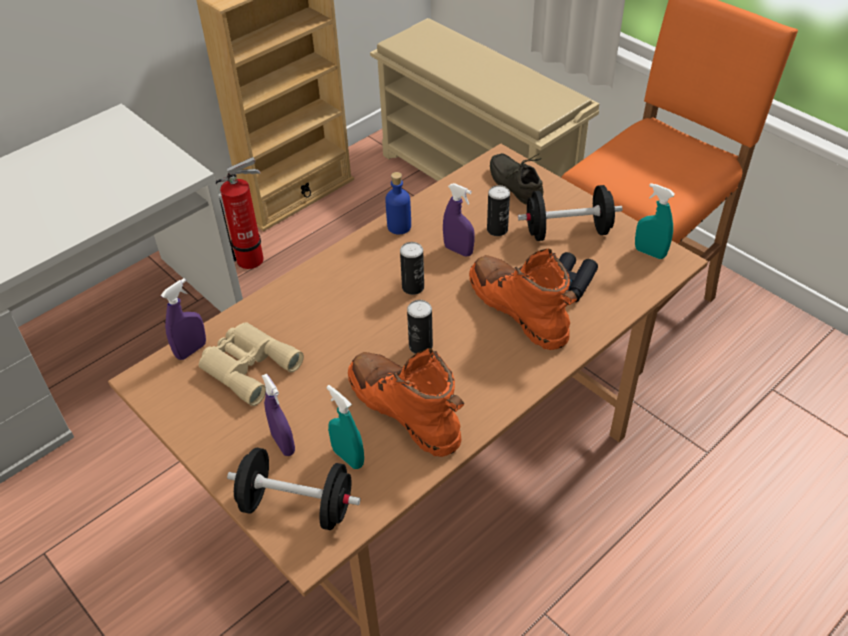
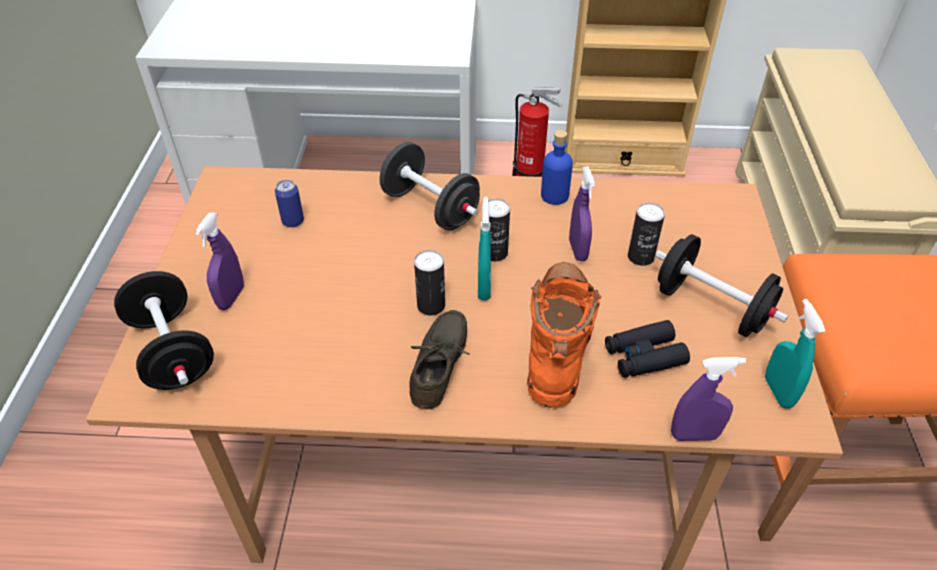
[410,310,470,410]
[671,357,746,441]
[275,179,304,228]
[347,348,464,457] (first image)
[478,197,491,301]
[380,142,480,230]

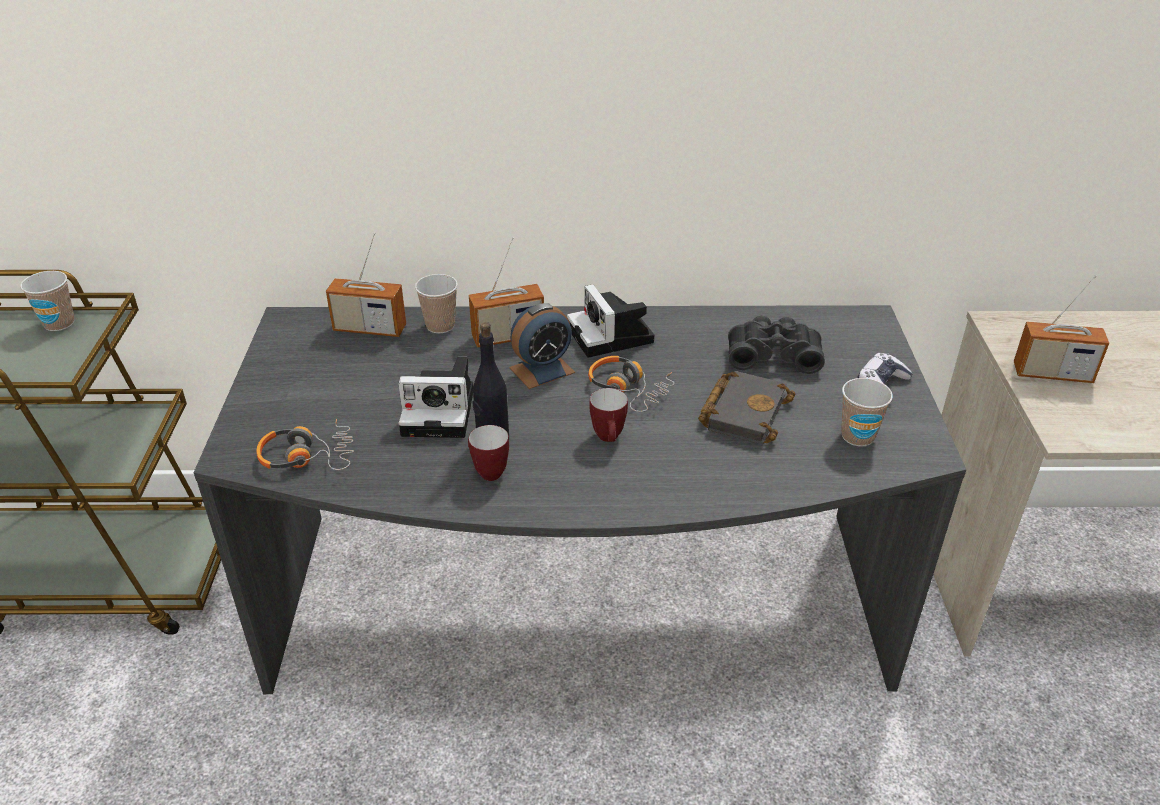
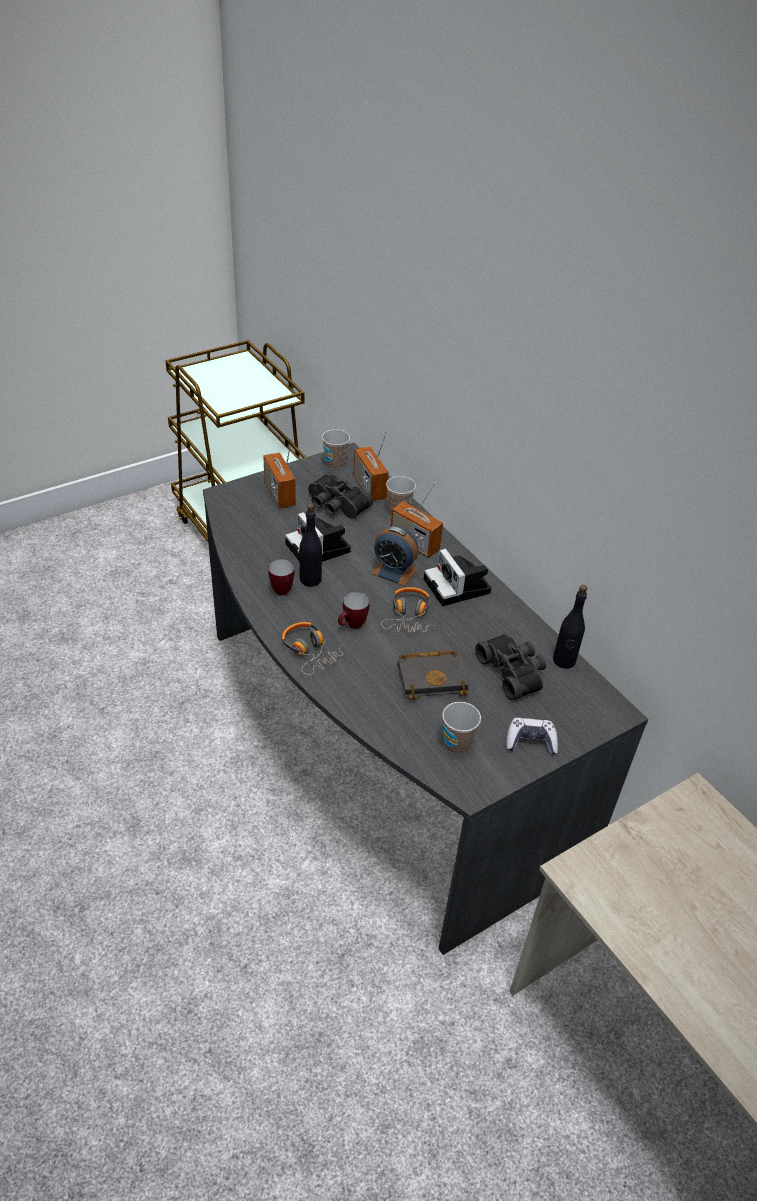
[322,429,350,469]
[263,438,296,509]
[424,549,491,606]
[282,622,346,675]
[308,472,373,519]
[553,585,587,669]

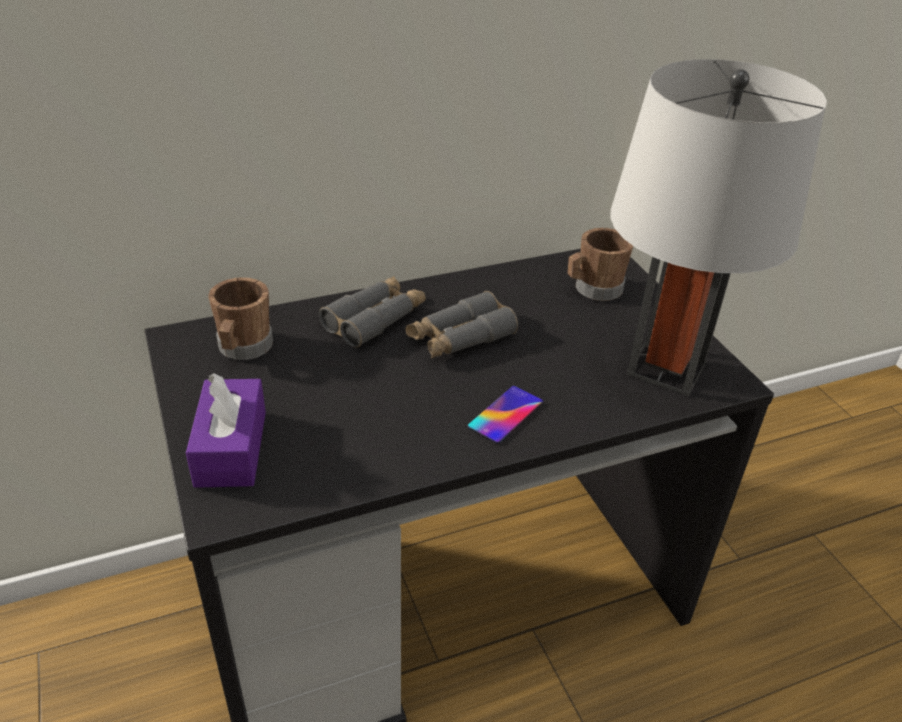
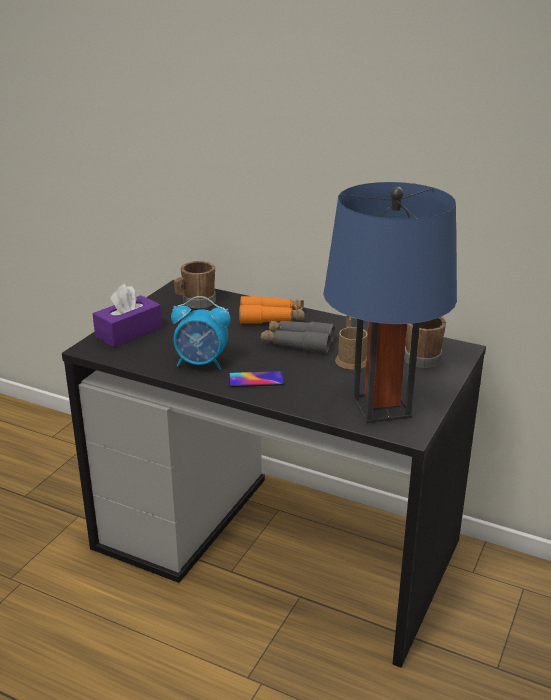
[323,182,457,423]
[239,296,304,323]
[171,296,231,369]
[335,315,368,370]

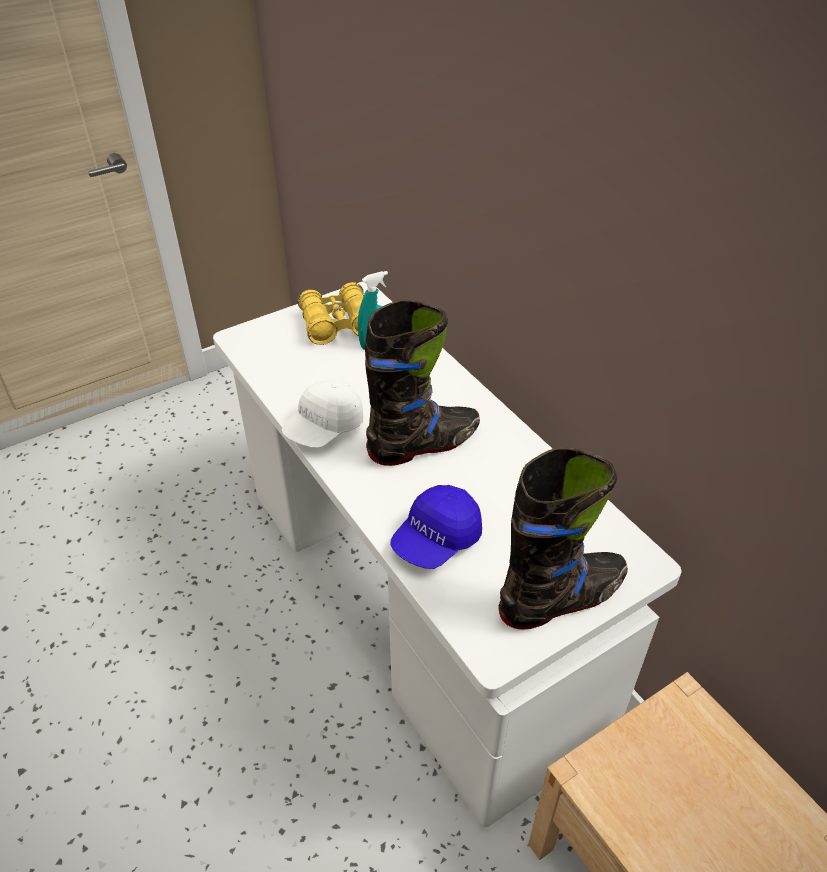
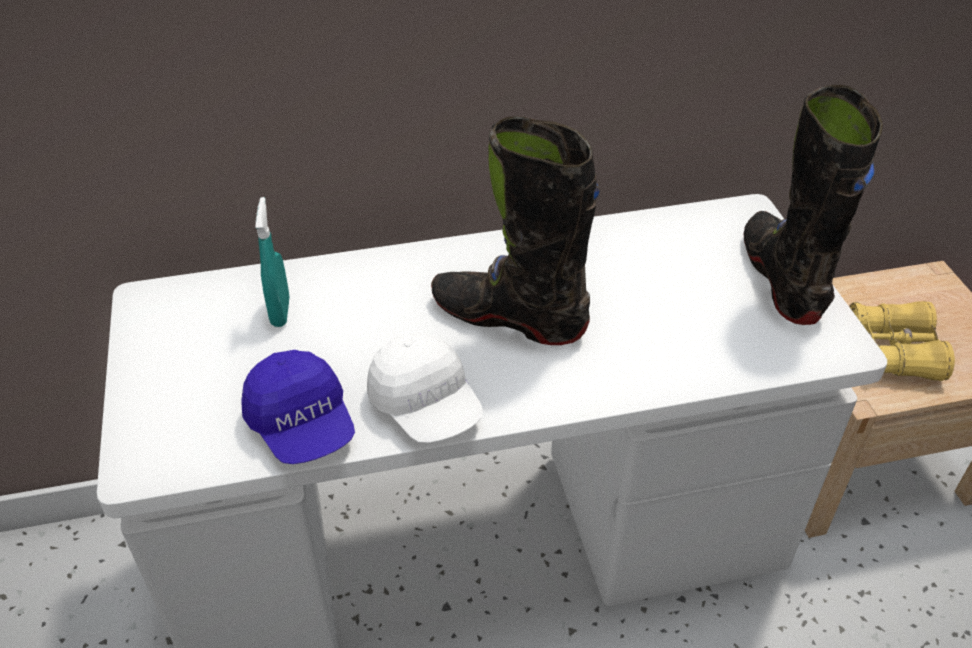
[849,301,955,381]
[431,116,600,345]
[242,350,355,464]

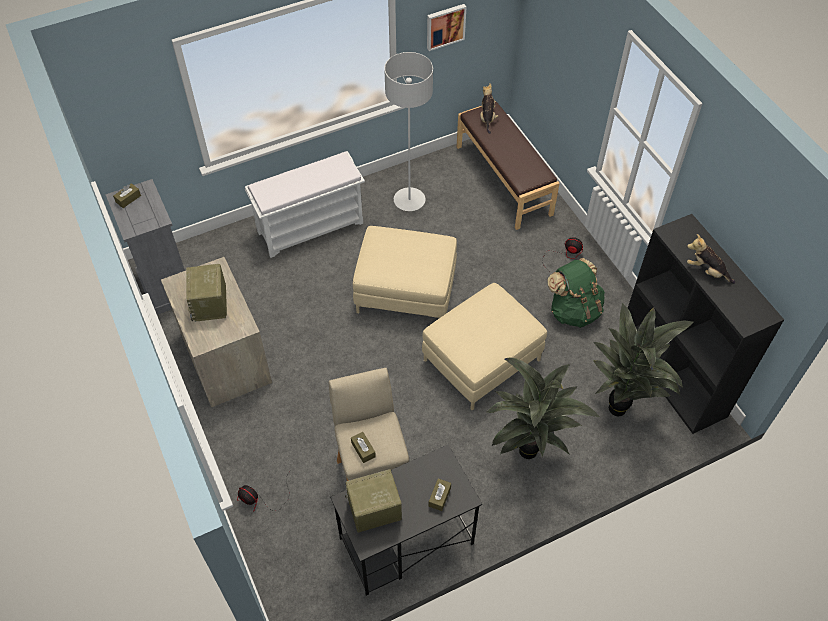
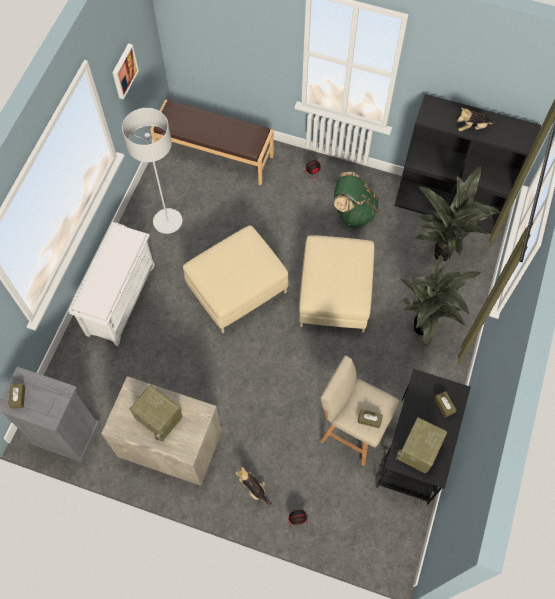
[235,467,272,505]

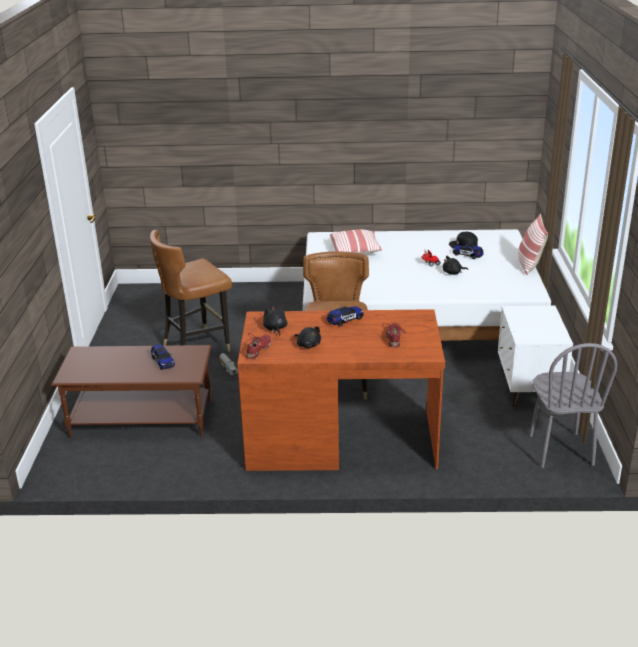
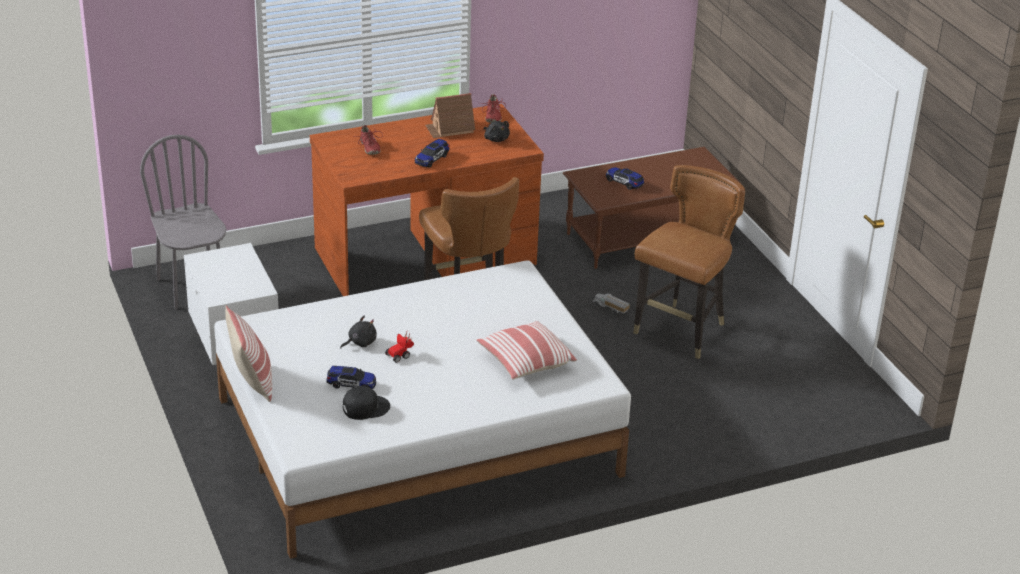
[425,93,475,138]

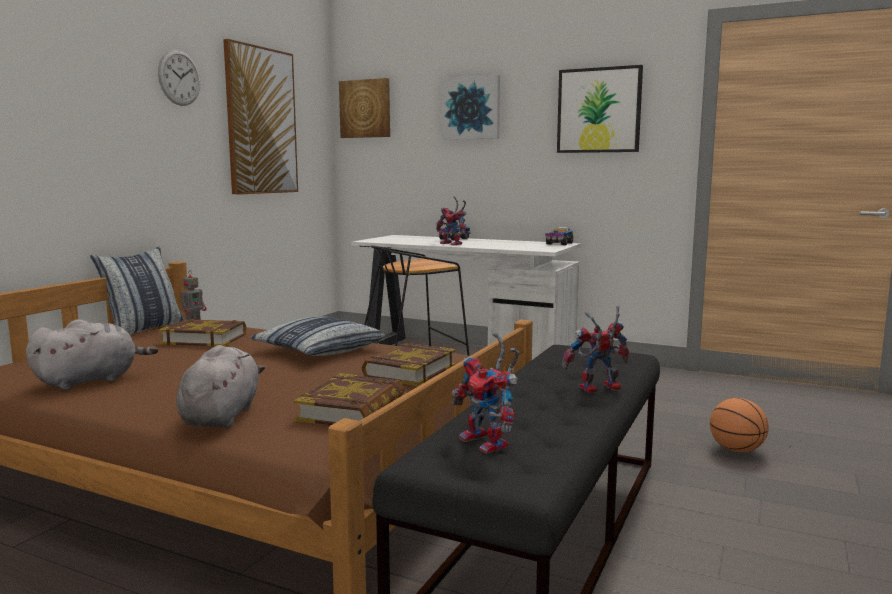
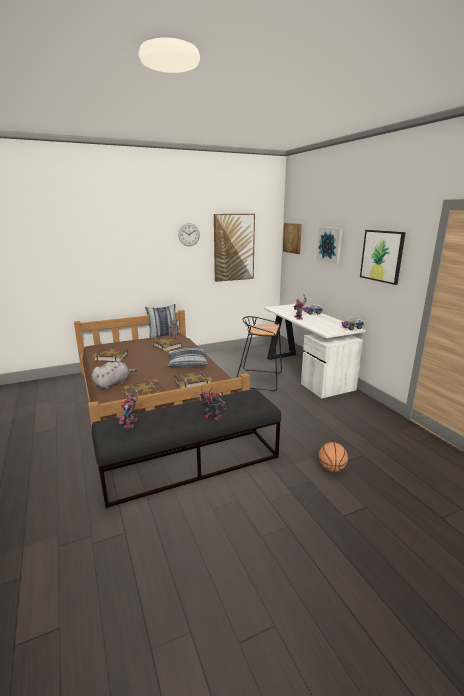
[93,348,128,362]

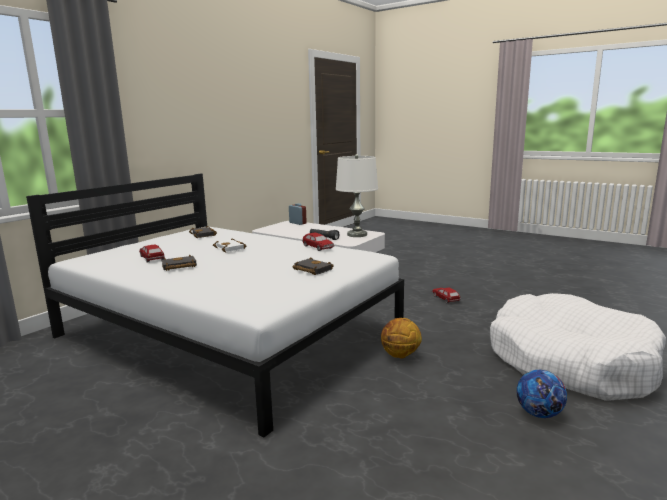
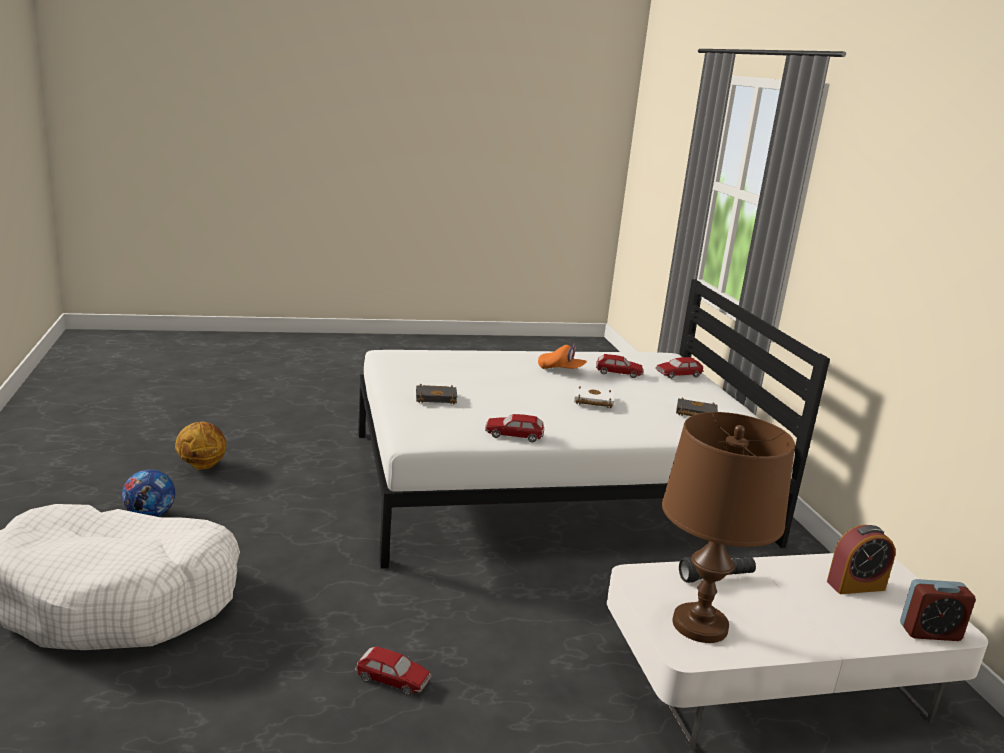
[662,412,795,643]
[538,343,587,369]
[175,422,226,470]
[655,357,704,379]
[827,525,896,594]

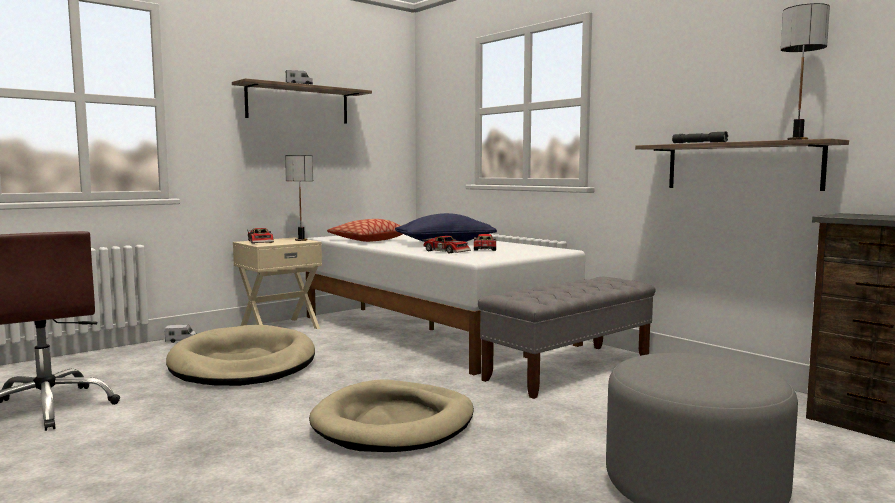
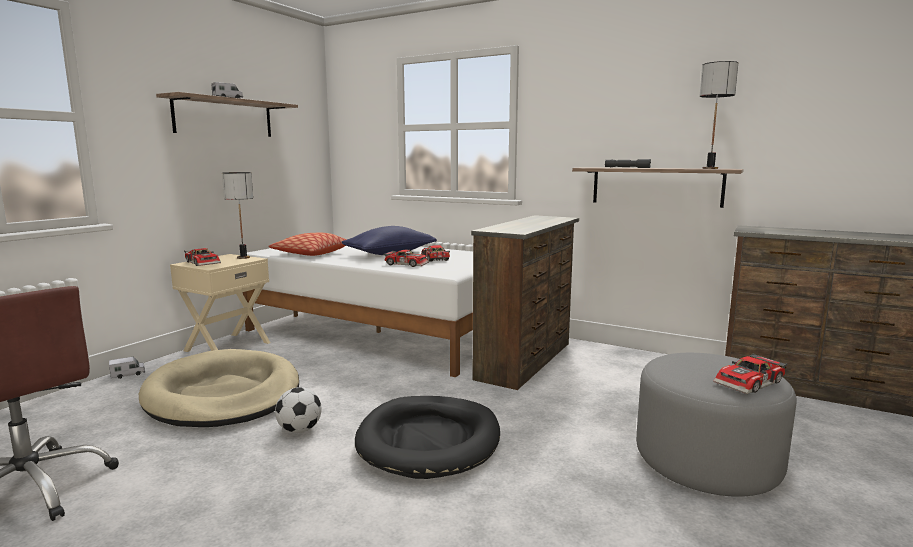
[471,215,579,390]
[355,396,500,479]
[713,353,788,394]
[275,387,322,433]

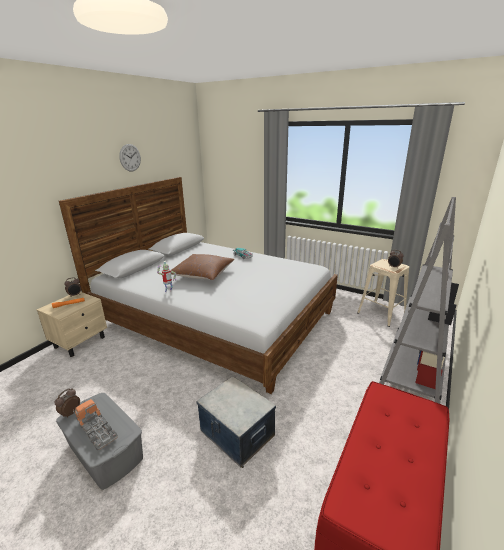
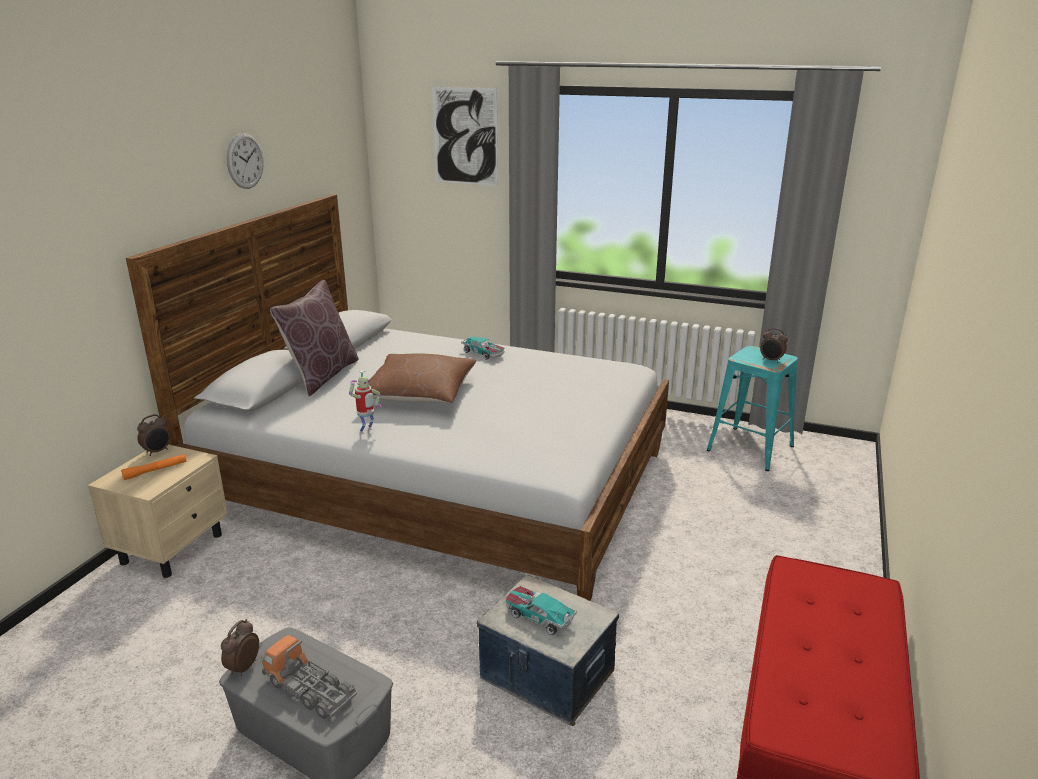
[379,197,459,404] (first image)
[707,346,798,471]
[432,87,498,186]
[270,280,359,396]
[506,586,577,635]

